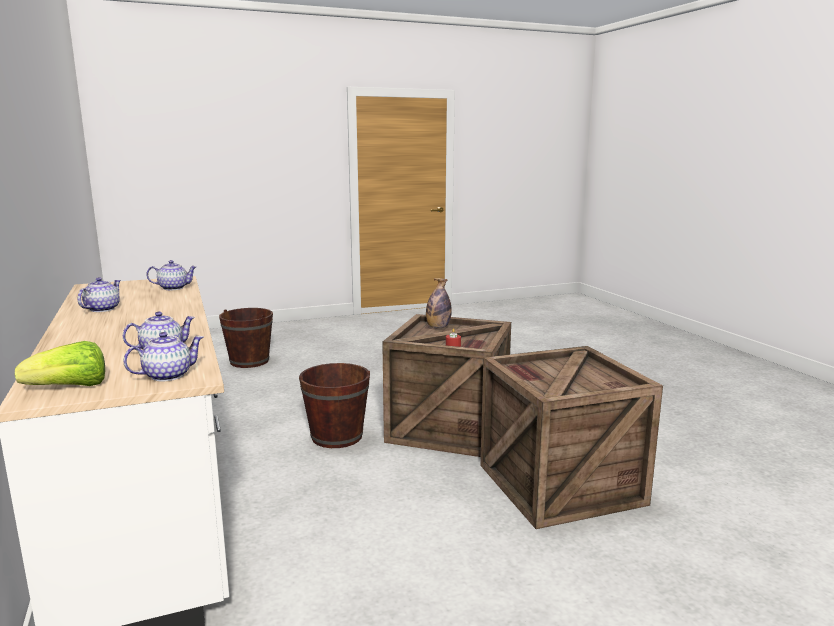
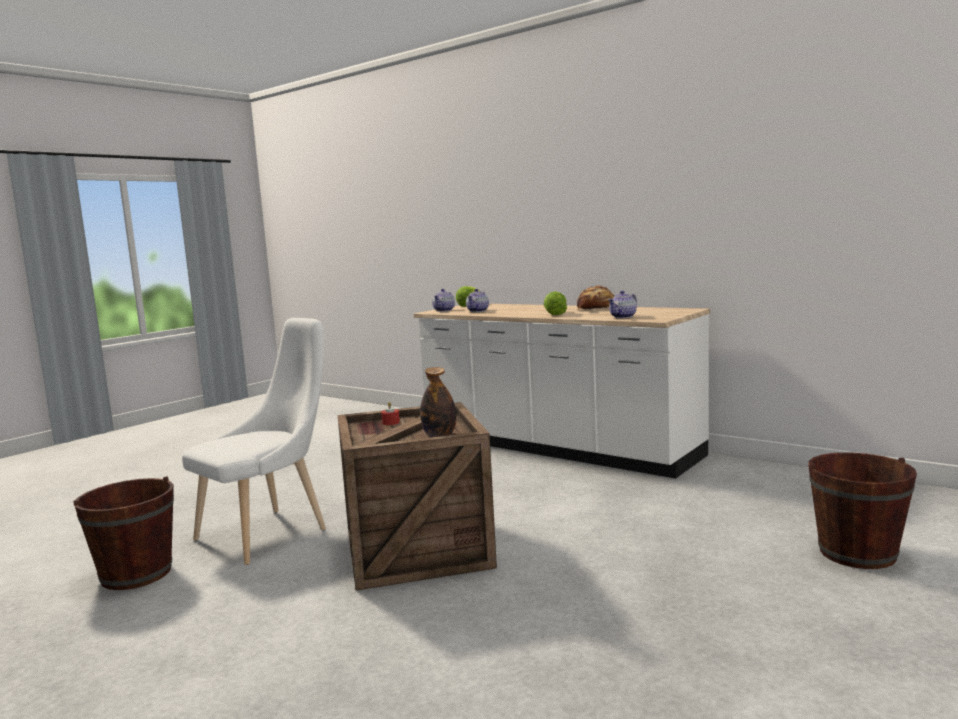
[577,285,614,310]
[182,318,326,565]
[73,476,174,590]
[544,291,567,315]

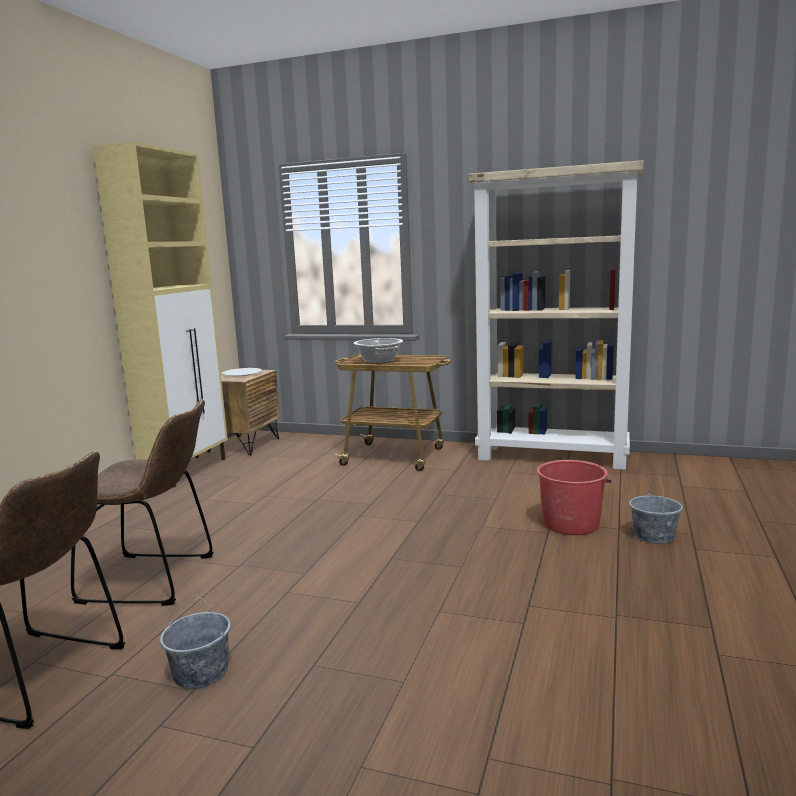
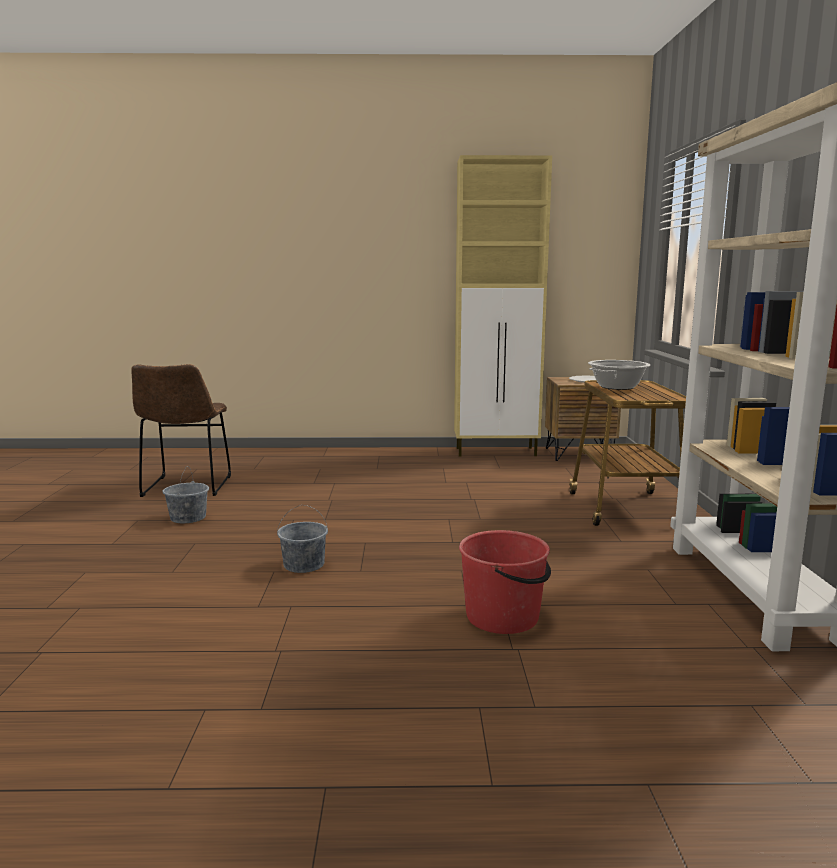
[71,399,214,606] (first image)
[277,505,328,573]

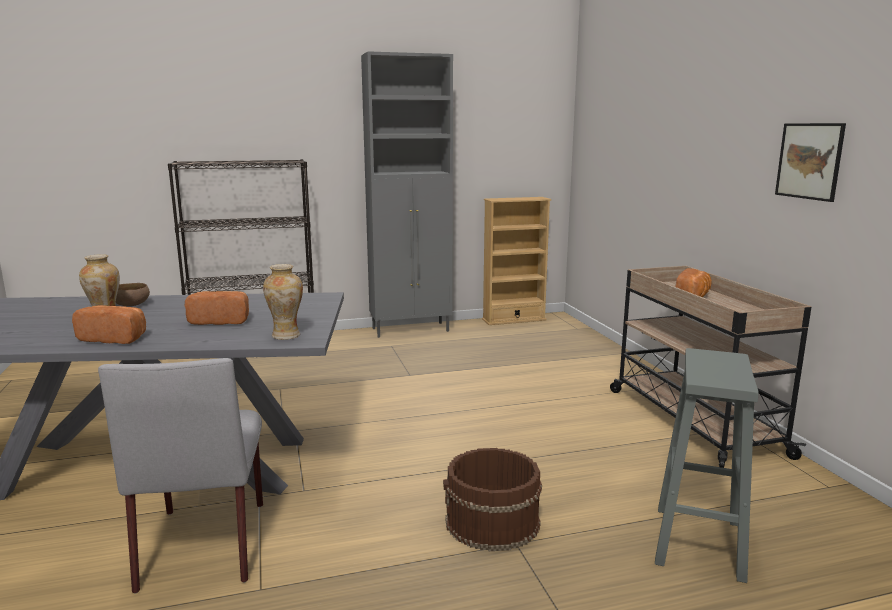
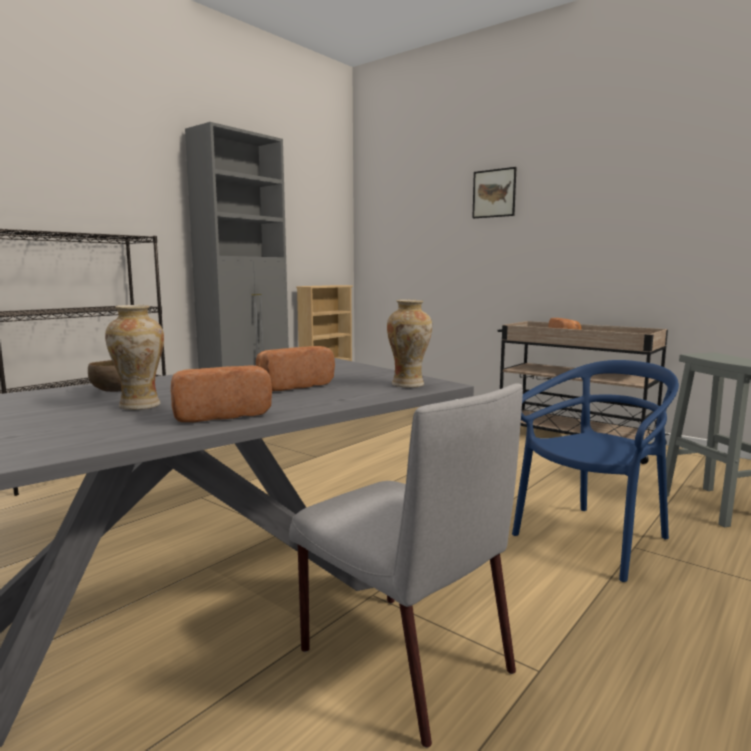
[472,167,517,218]
[512,360,679,582]

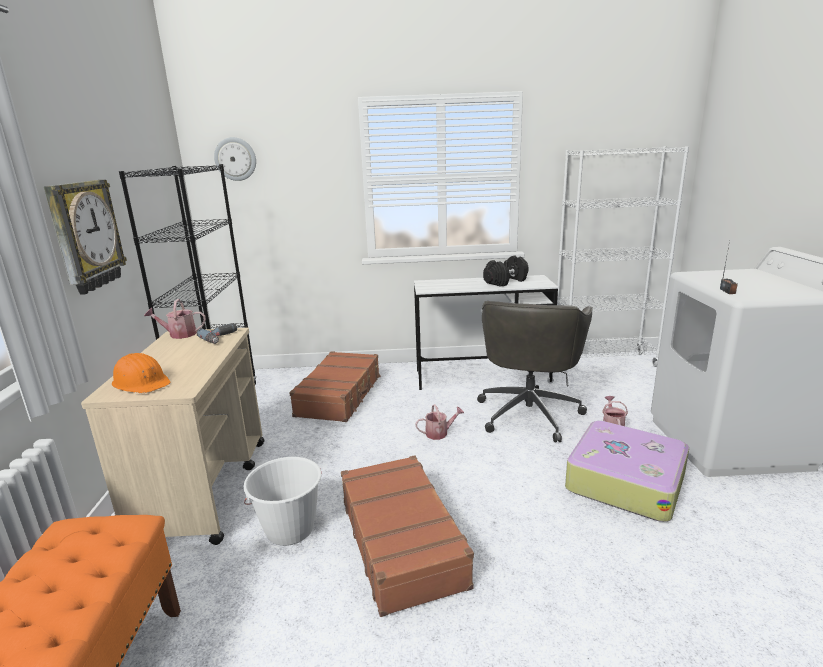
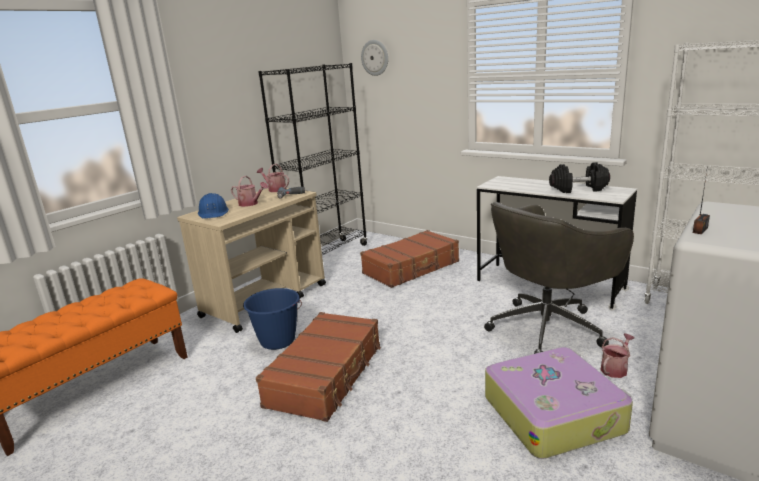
[44,180,127,295] (first image)
[198,193,229,219]
[231,176,268,207]
[243,288,302,350]

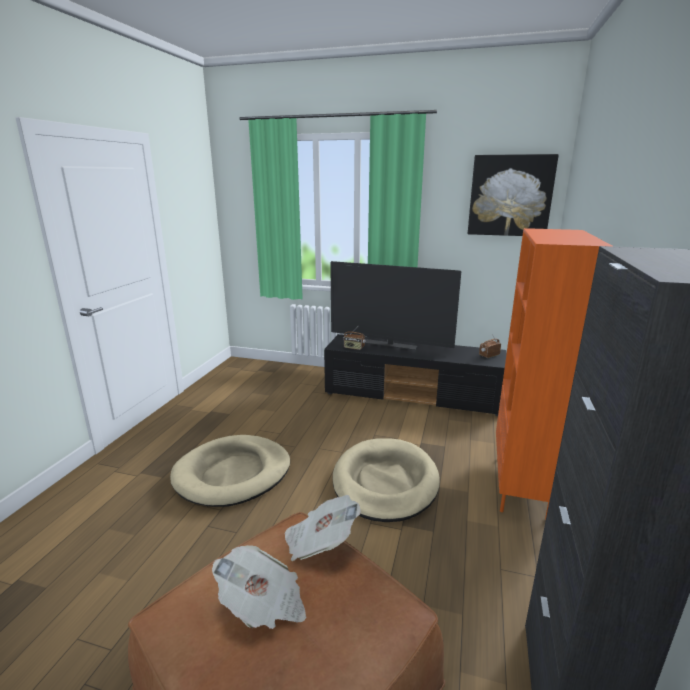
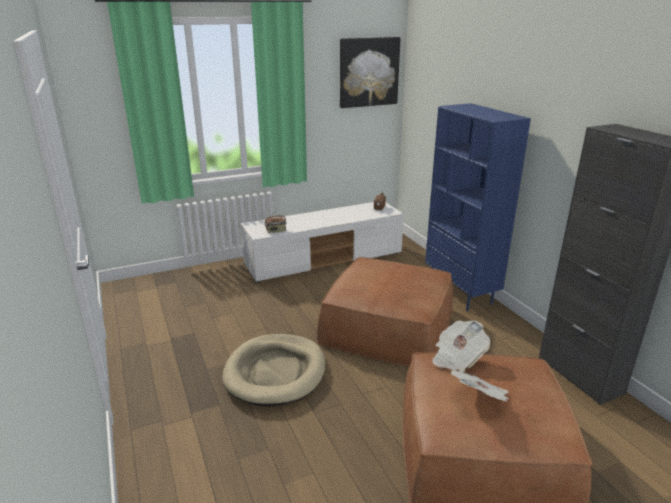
[425,103,531,311]
[330,261,461,350] (first image)
[241,202,404,283]
[317,257,453,367]

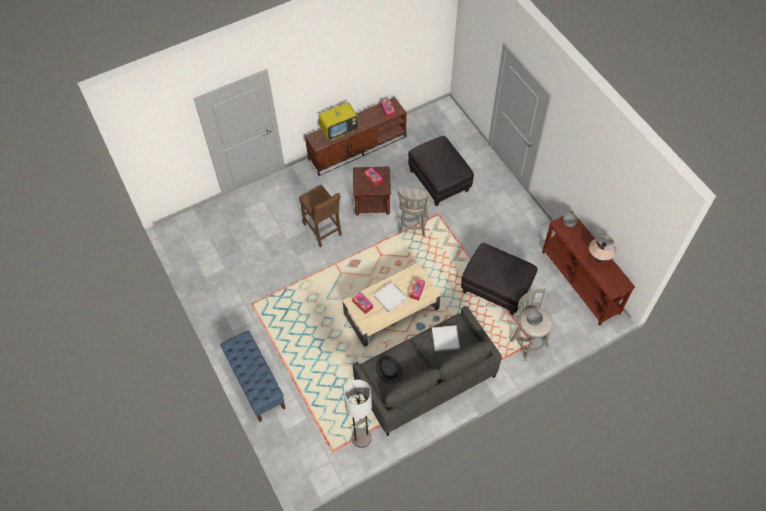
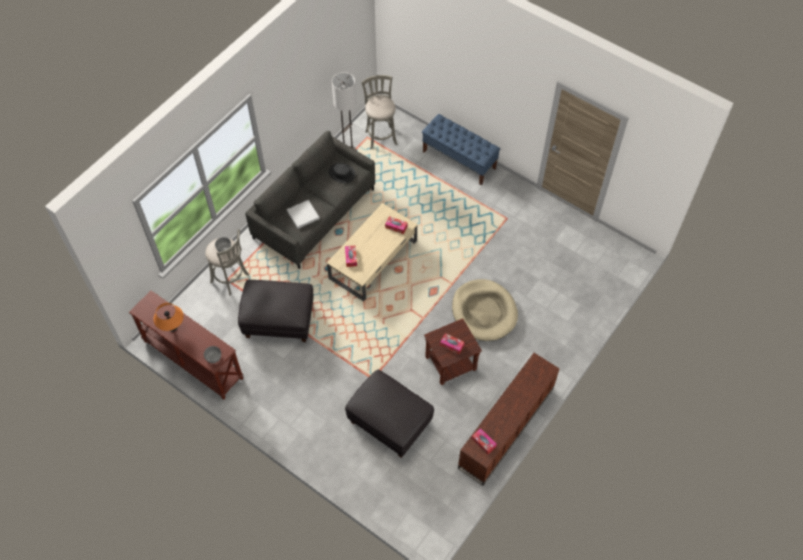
[319,101,358,140] (first image)
[452,279,518,341]
[362,75,397,149]
[153,303,184,332]
[374,282,407,313] (first image)

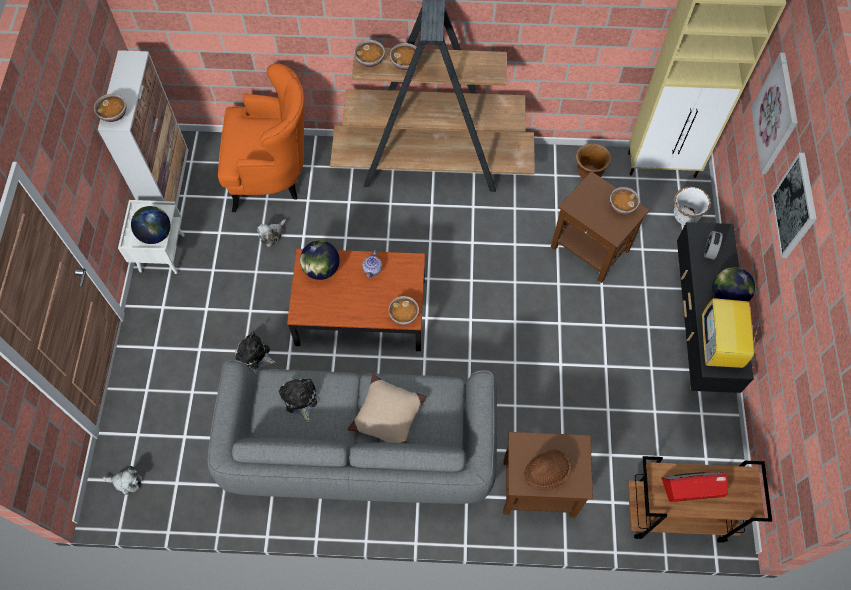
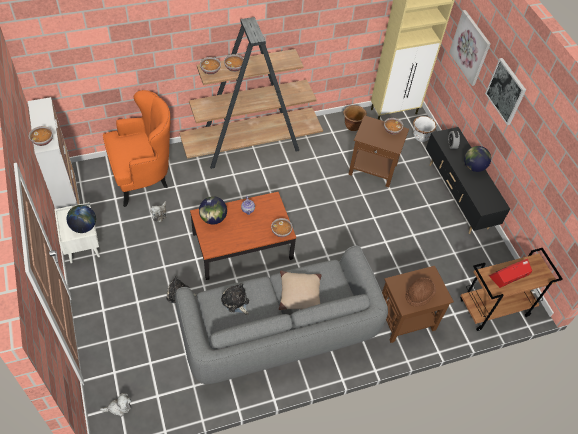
[702,298,767,368] (first image)

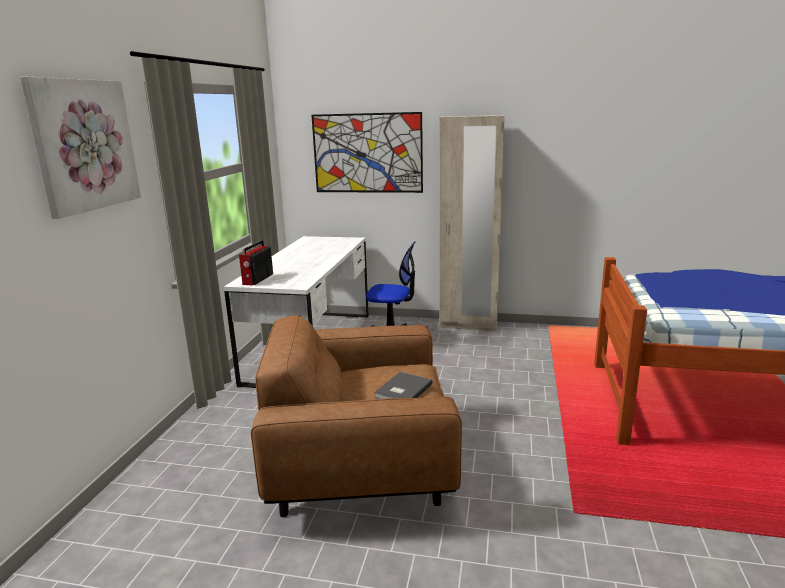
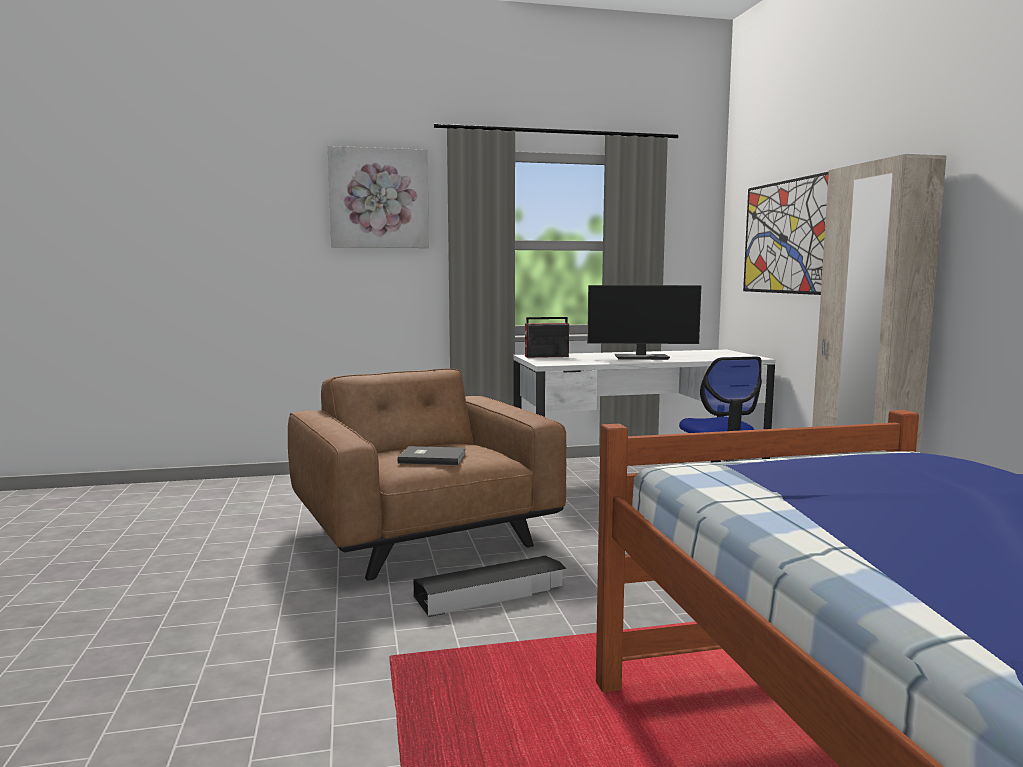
[587,285,701,360]
[413,556,566,617]

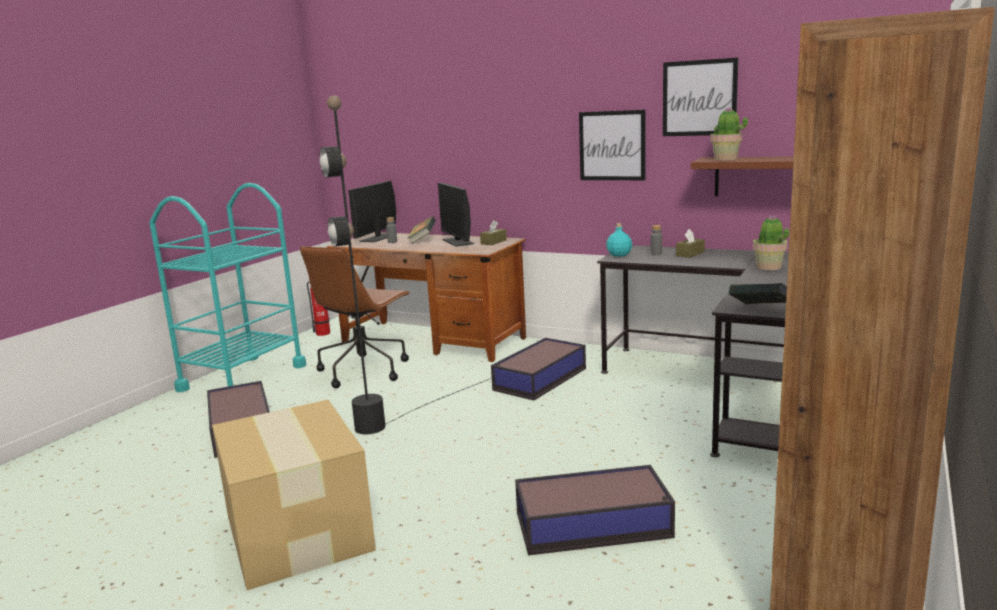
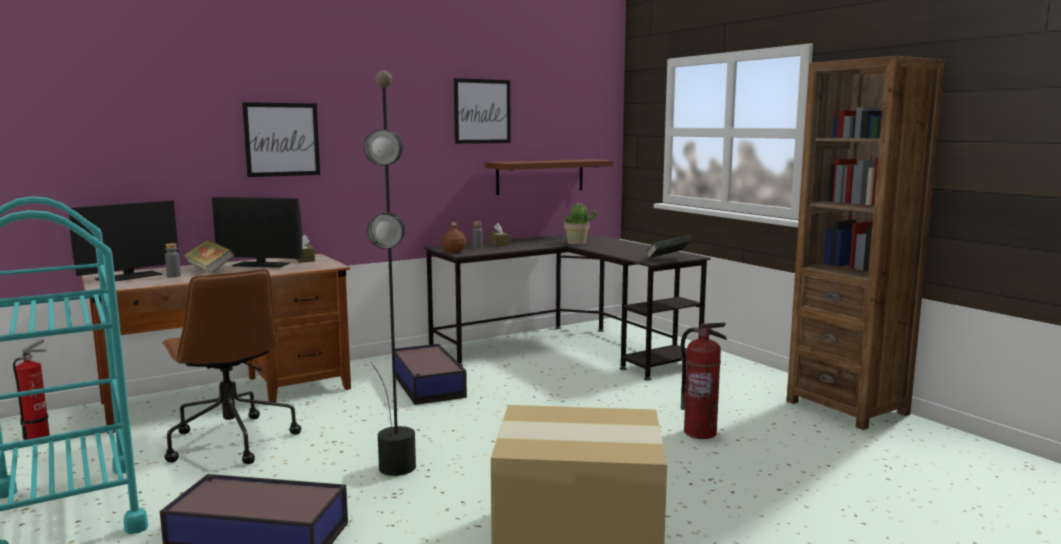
[710,107,748,161] (first image)
[242,102,320,177]
[69,201,178,281]
[442,222,466,253]
[681,323,727,439]

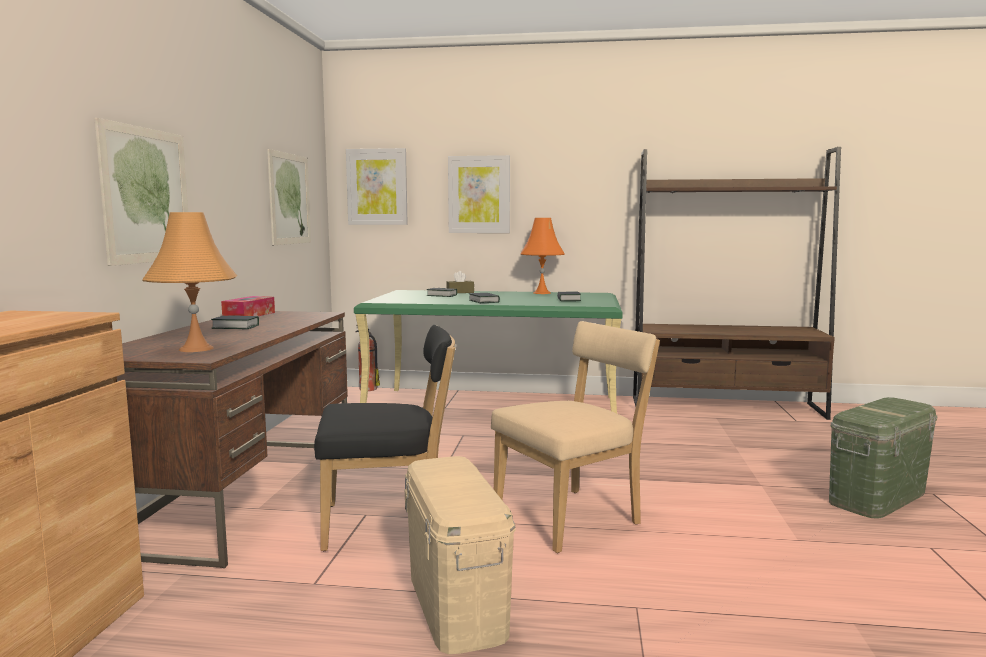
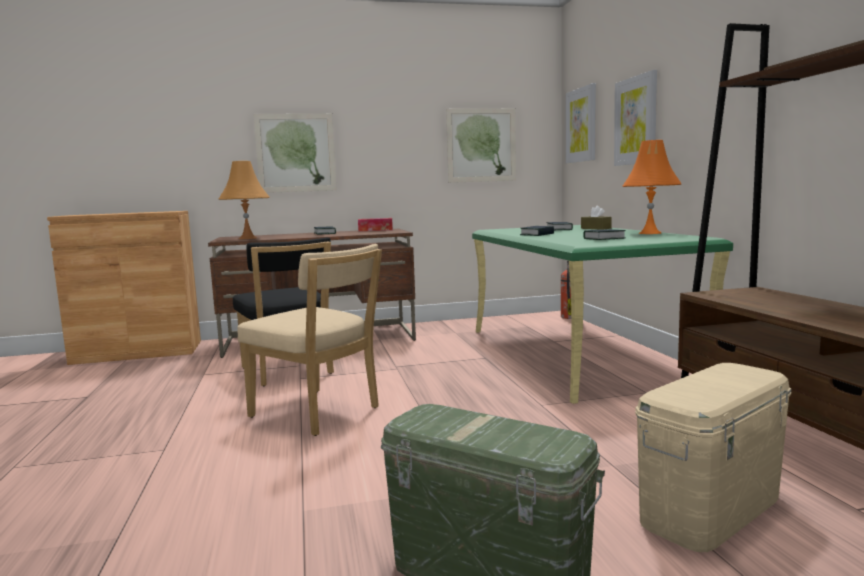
[635,363,791,552]

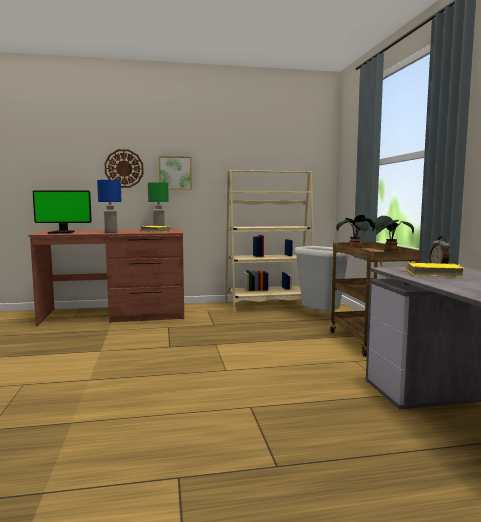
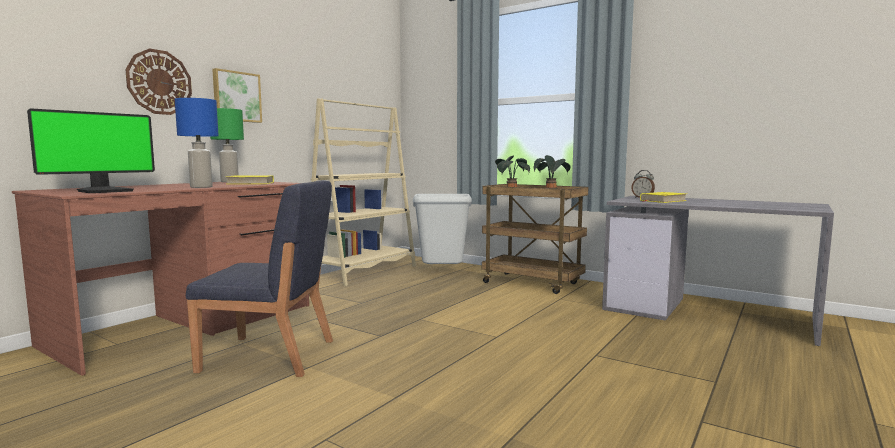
[186,180,333,377]

